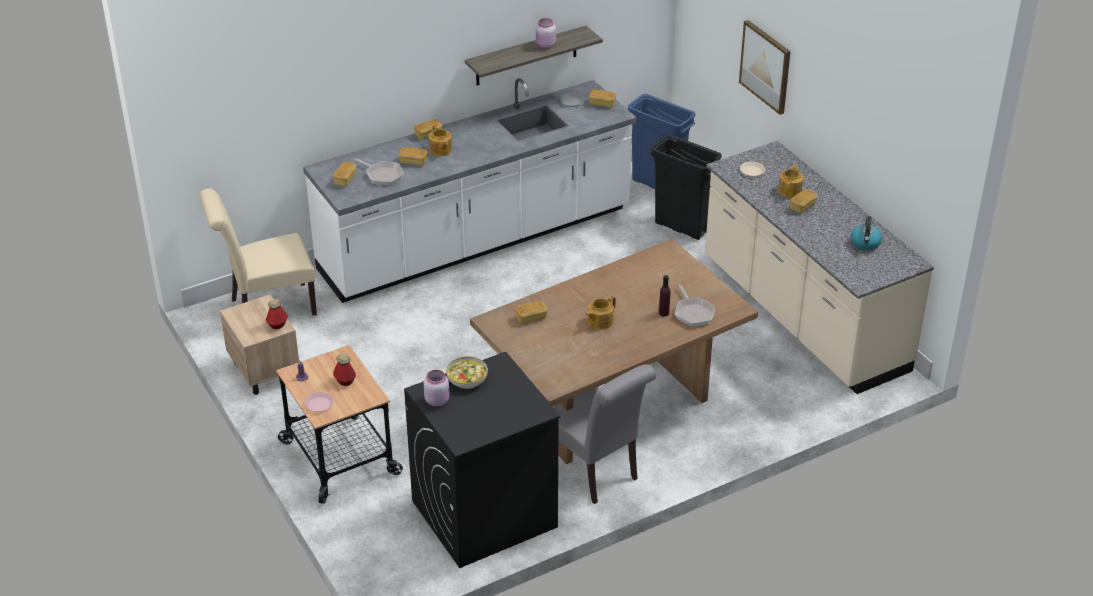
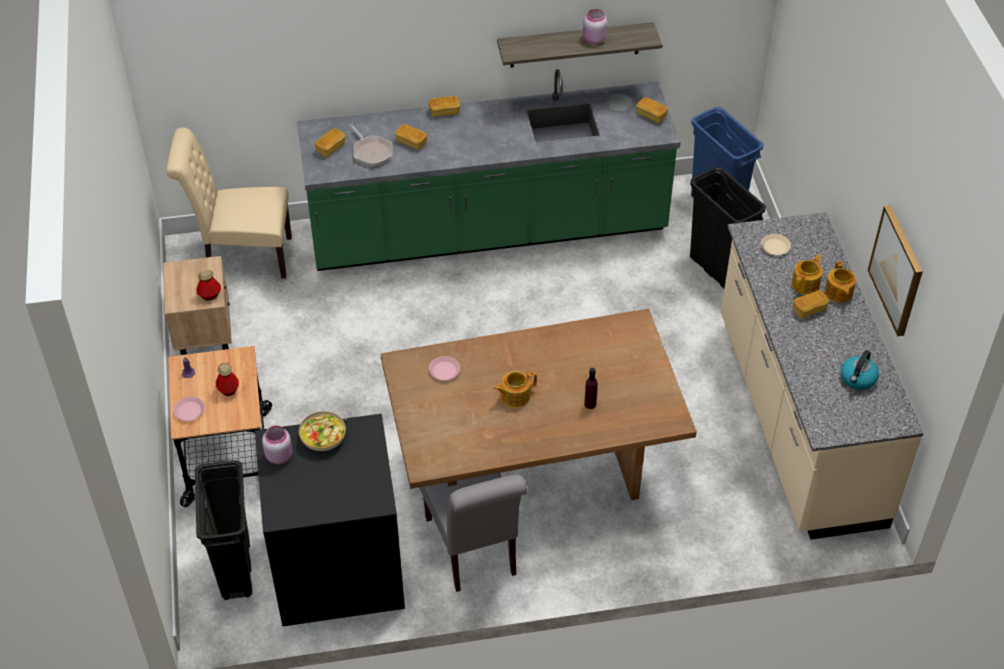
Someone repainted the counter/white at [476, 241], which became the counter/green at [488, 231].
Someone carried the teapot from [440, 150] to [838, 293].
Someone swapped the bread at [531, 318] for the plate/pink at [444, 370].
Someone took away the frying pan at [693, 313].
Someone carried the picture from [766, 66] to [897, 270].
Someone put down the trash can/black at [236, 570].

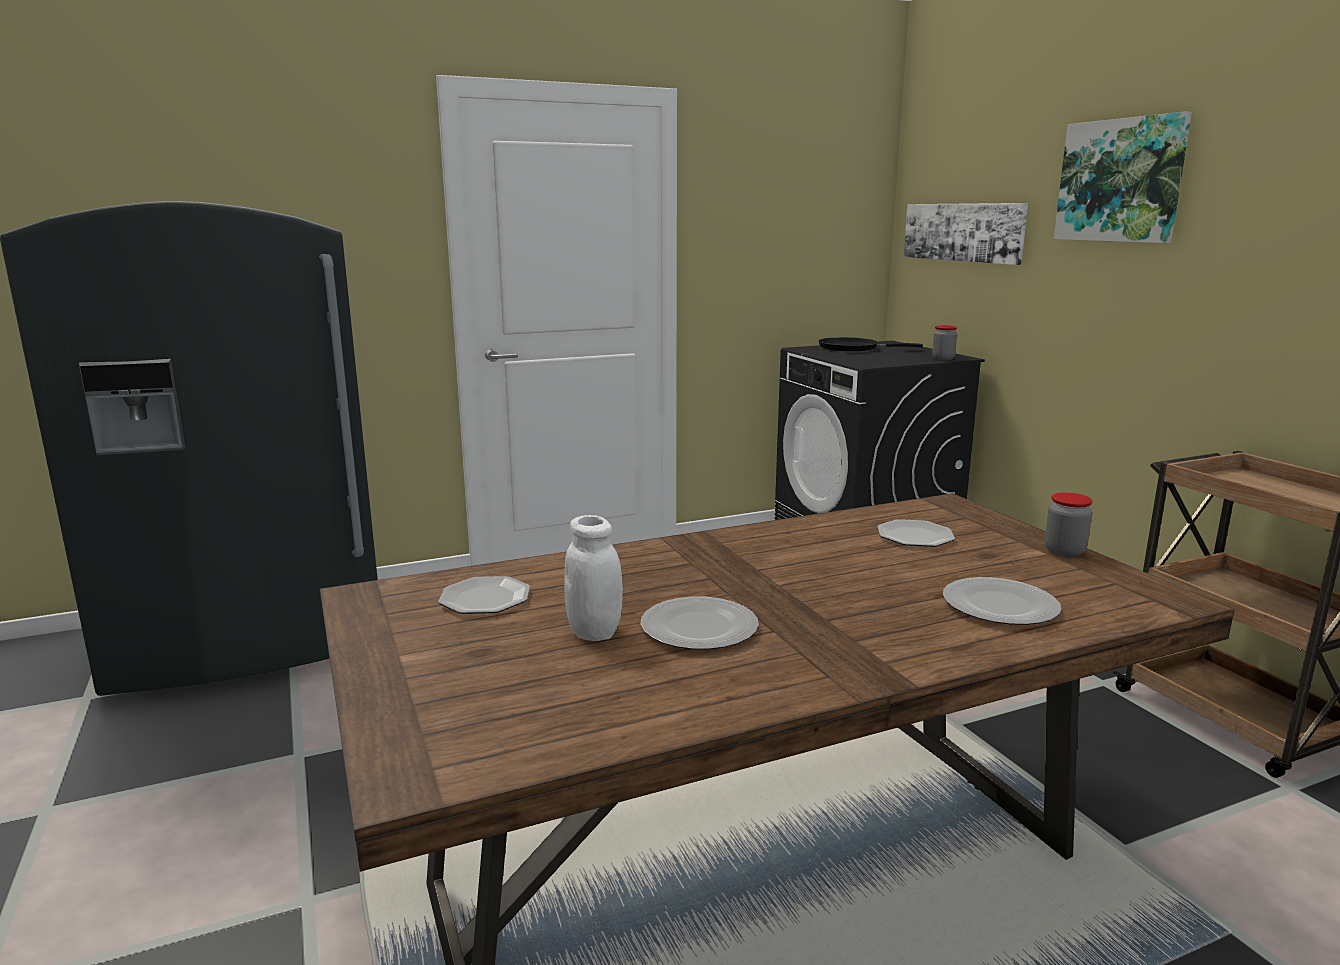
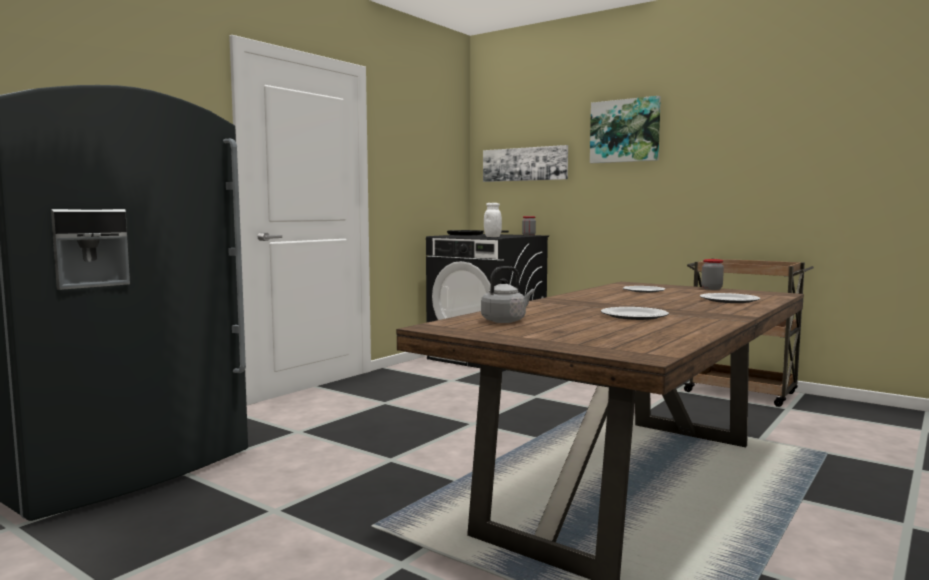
Someone swapped the plate at [486, 598] for the kettle/grey at [505, 321].
Someone carried the jar/white from [594, 632] to [492, 237].

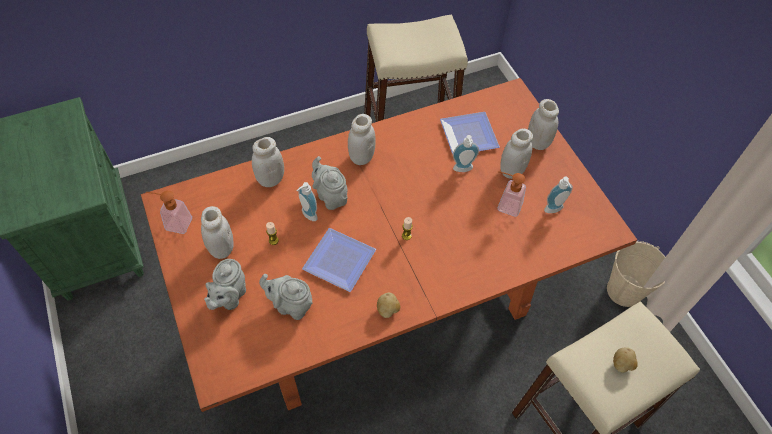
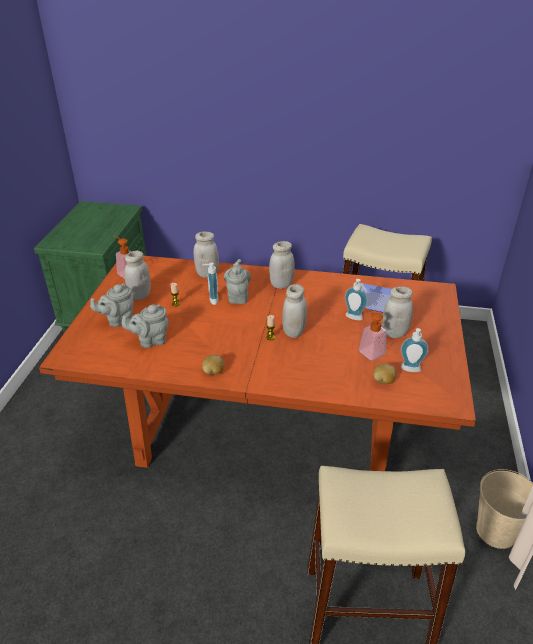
Someone rotated the teapot/grey at [291, 305] by 75 degrees counterclockwise.
Someone took away the plate at [337, 261].
Someone carried the jar/white from [538, 142] to [294, 332].
Someone carried the potato from [621, 364] to [383, 381].

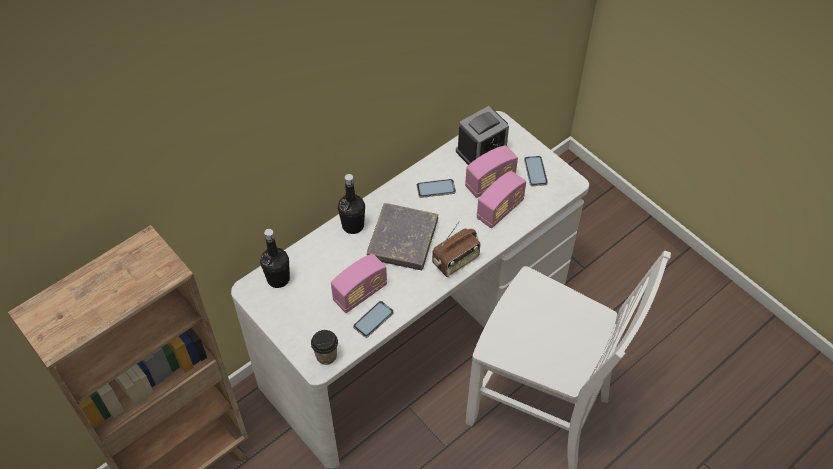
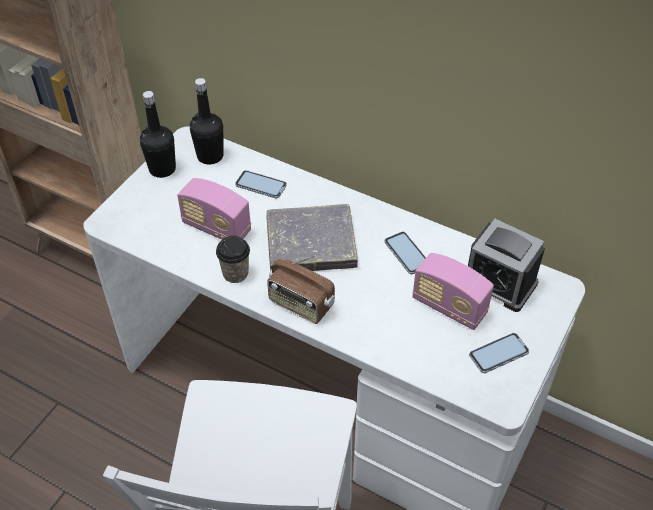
Someone carried the cup from [326, 356] to [235, 273].
Someone carried the bottle/black from [353, 225] to [162, 169].
Someone carried the phone from [373, 319] to [261, 185].
Someone took away the radio at [500, 210].

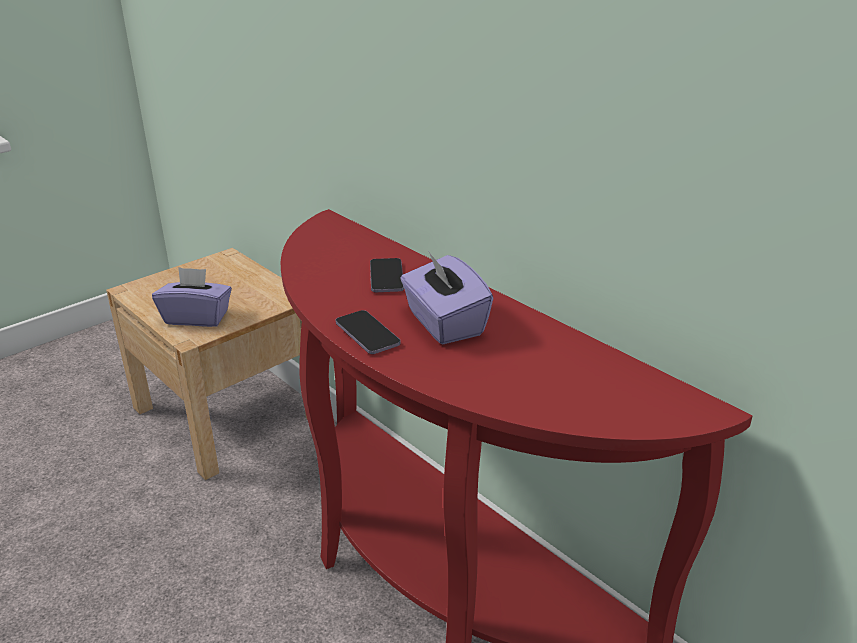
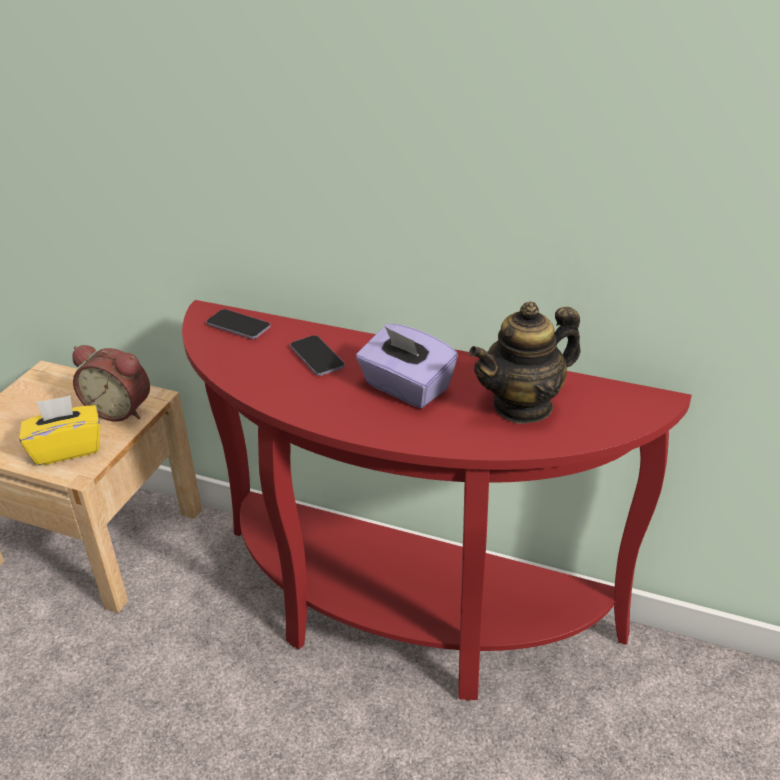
Someone repainted the tissue box/purple at [197, 317], which became the tissue box/yellow at [67, 449].
Someone carried the phone from [367, 334] to [238, 326].
Someone put down the alarm clock at [121, 409].
Someone put down the teapot at [523, 405].

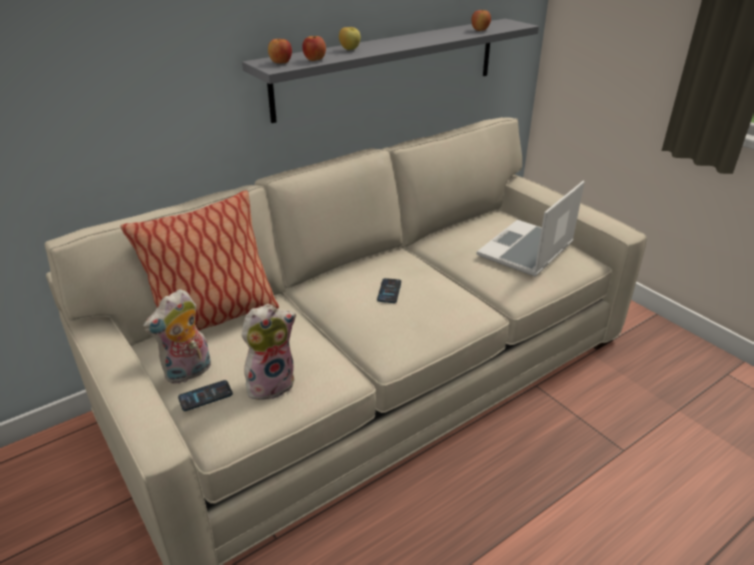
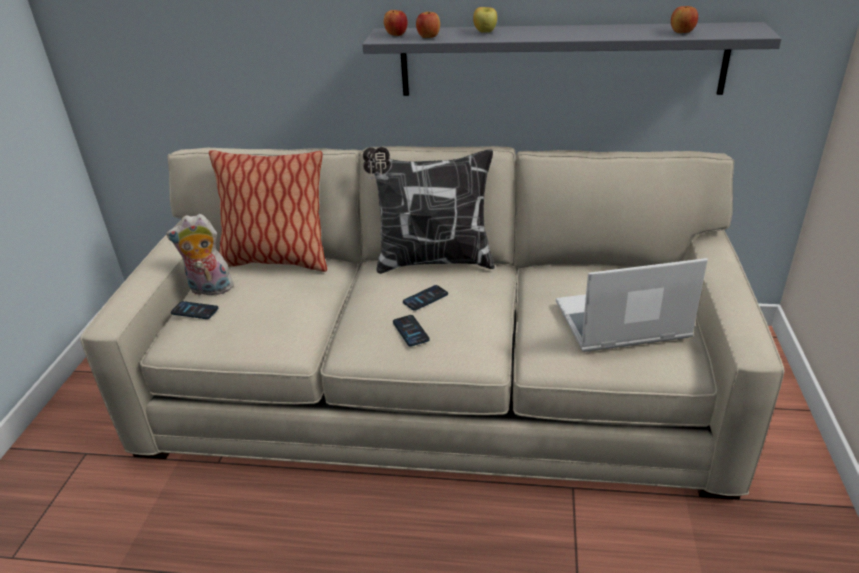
Someone took away the plush toy at [271, 383].
Someone put down the pillow at [432, 261].
Someone put down the phone at [410, 331].

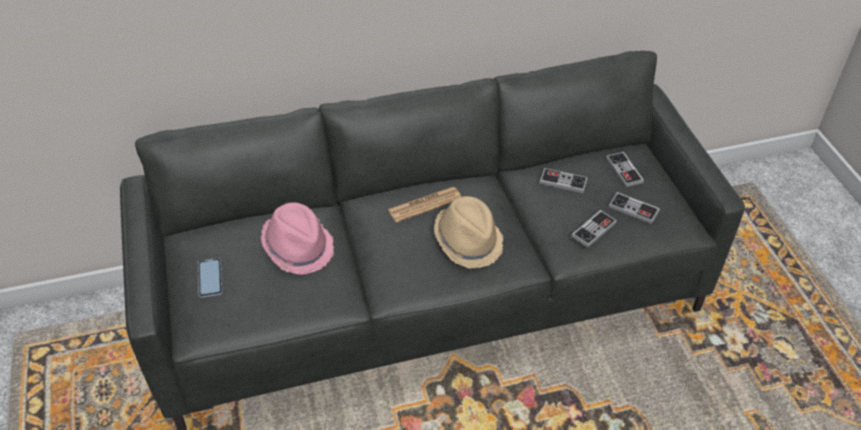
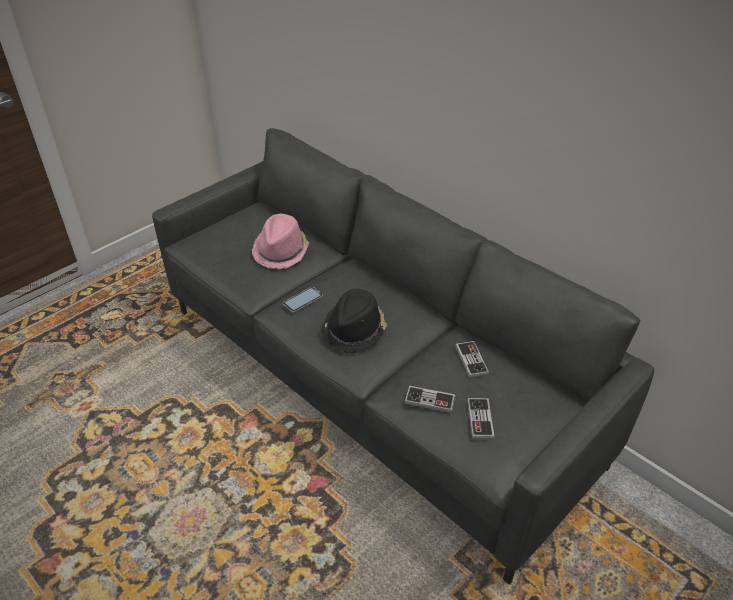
Someone carried the phone from [210, 278] to [302, 300].
Someone took away the newspaper at [425, 205].
Someone repainted the hat/beige at [468, 241], which became the hat/black at [355, 330].
Someone took away the game controller at [624, 170].

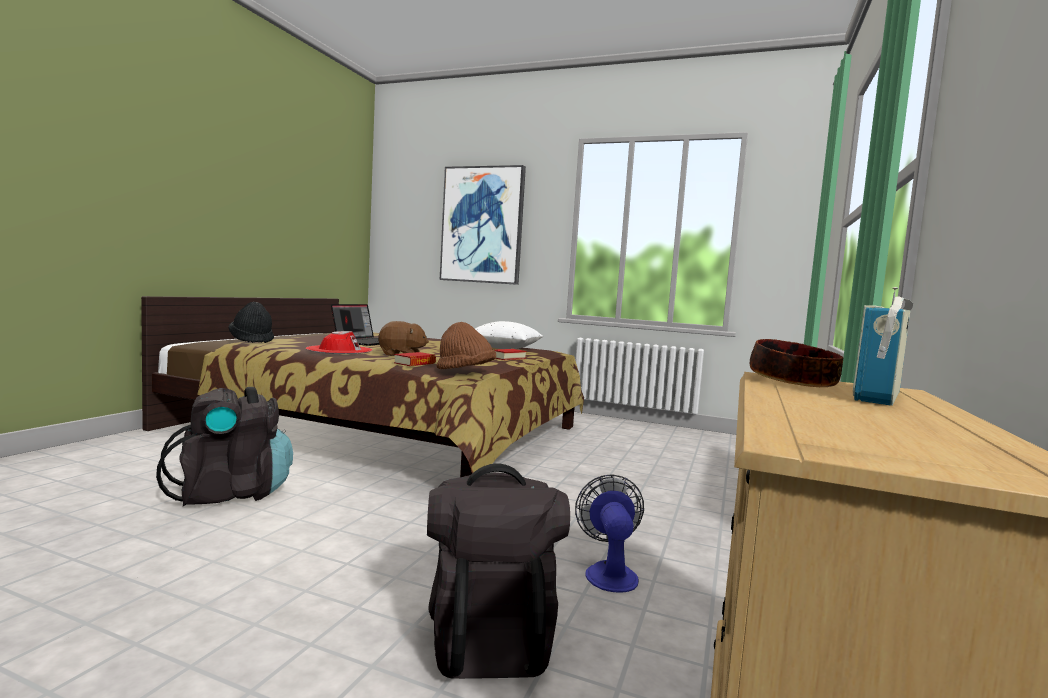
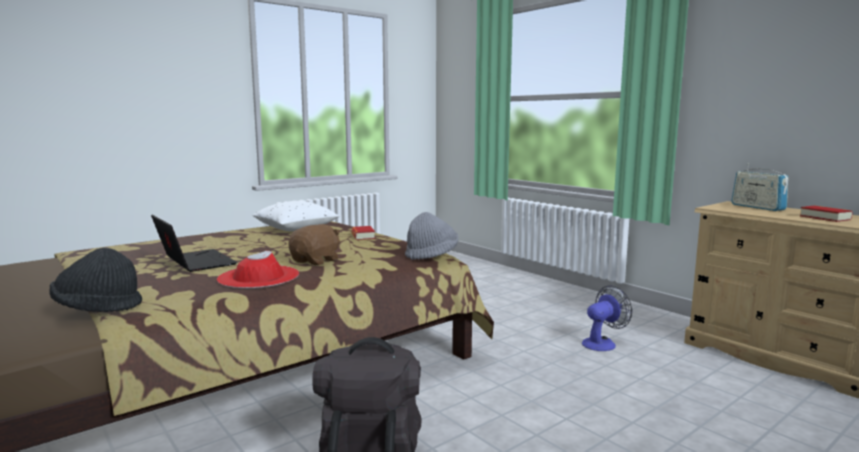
Someone carried the book from [415, 363] to [825, 218].
Someone took away the backpack/black at [489, 636].
Someone repainted the hat/brown at [465, 371], which became the hat/grey at [431, 255].
Someone took away the picture at [482, 225].
Someone rotated the fan at [609, 572] by 120 degrees clockwise.
Someone took away the bowl at [792, 382].

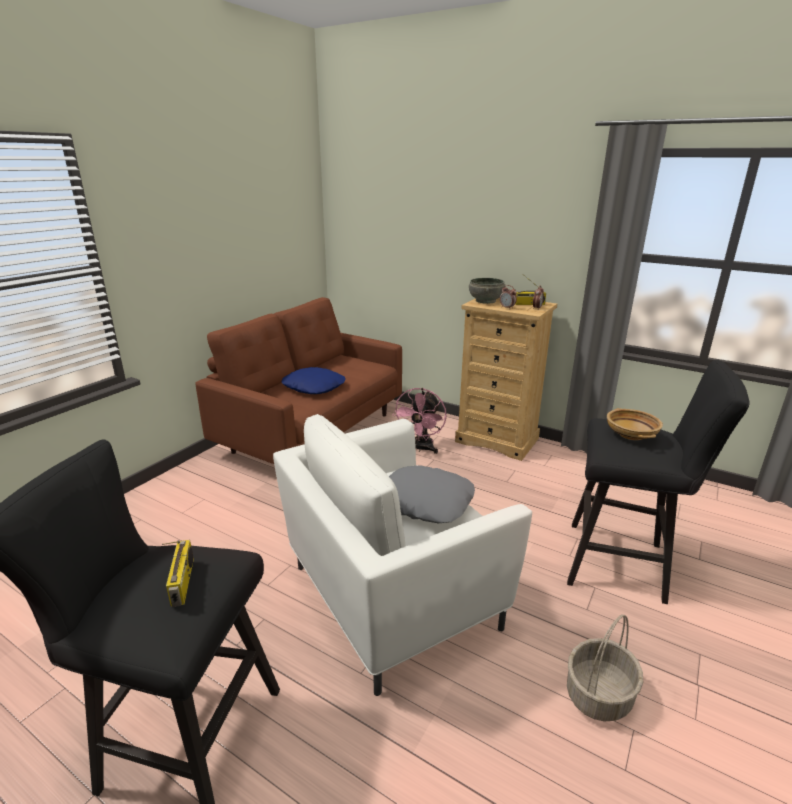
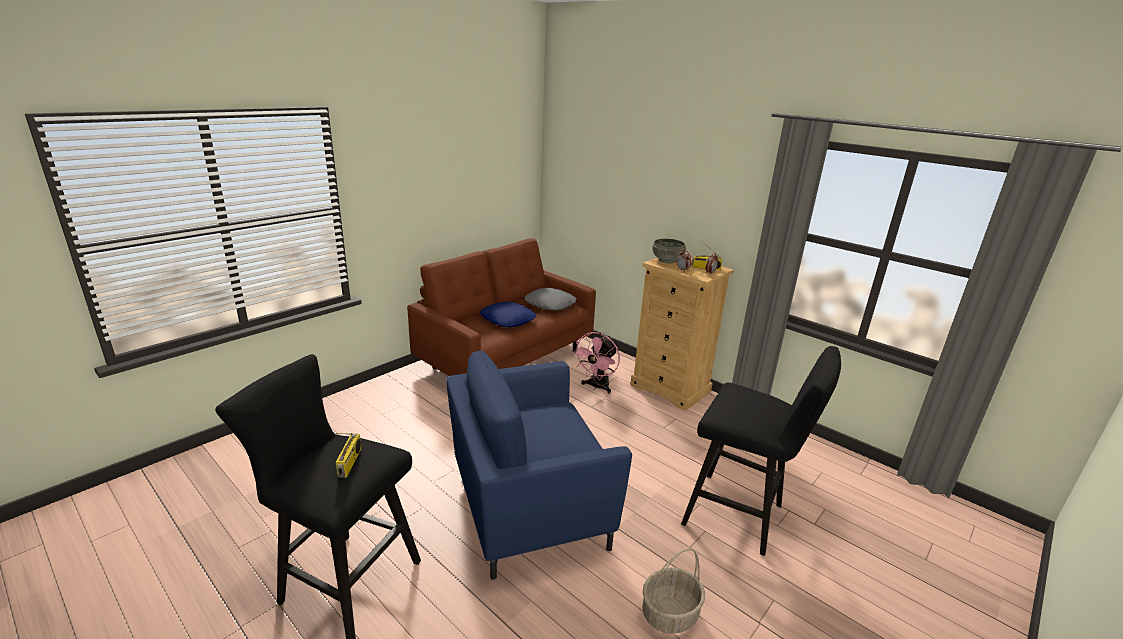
Someone repainted the armchair/white at [389, 596], which became the armchair/blue at [526, 508].
Someone carried the pillow/grey from [426, 502] to [550, 304].
Someone took away the bowl/beige at [631, 434].

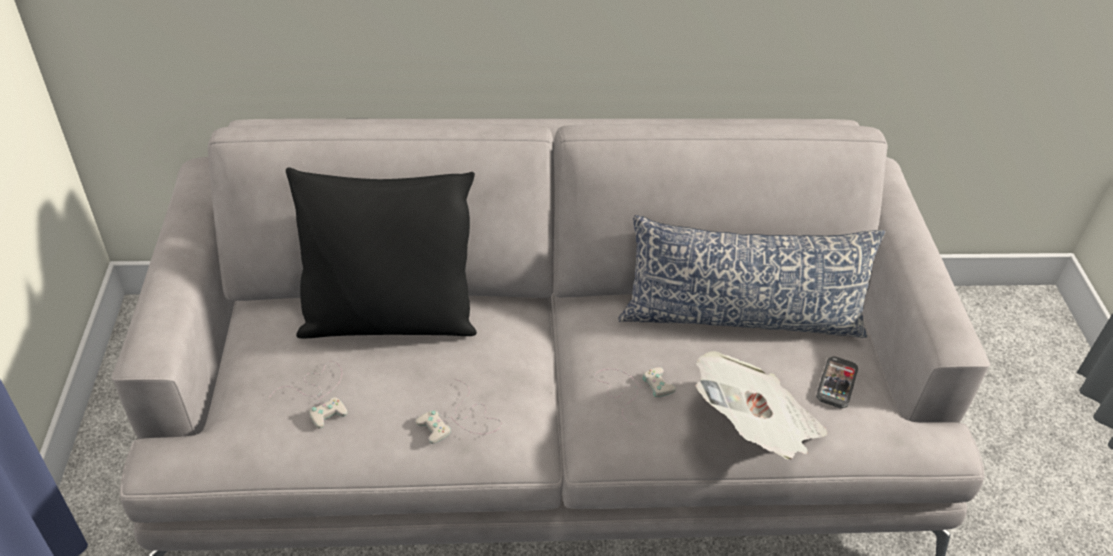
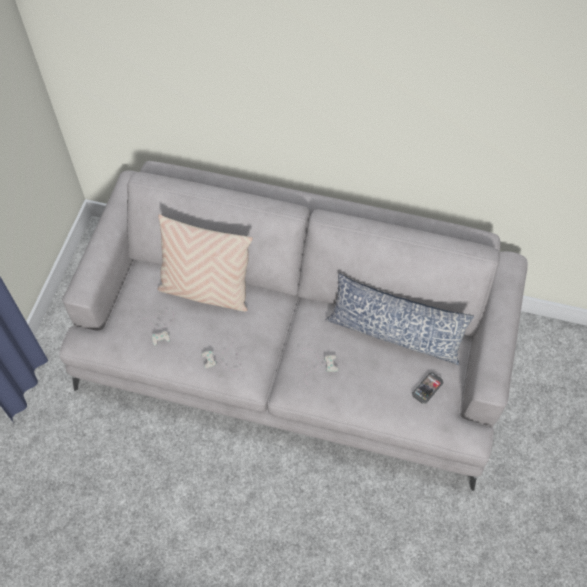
Someone repainted the pillow/black at [389, 321], which became the pillow/beige at [206, 291].
Someone took away the newspaper at [755, 428].

